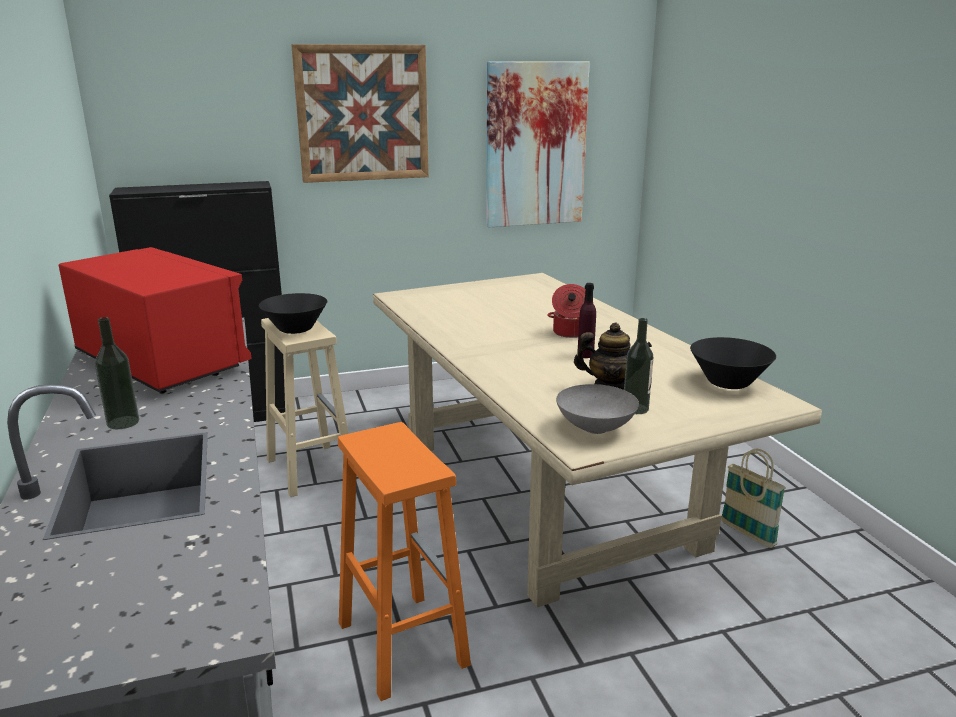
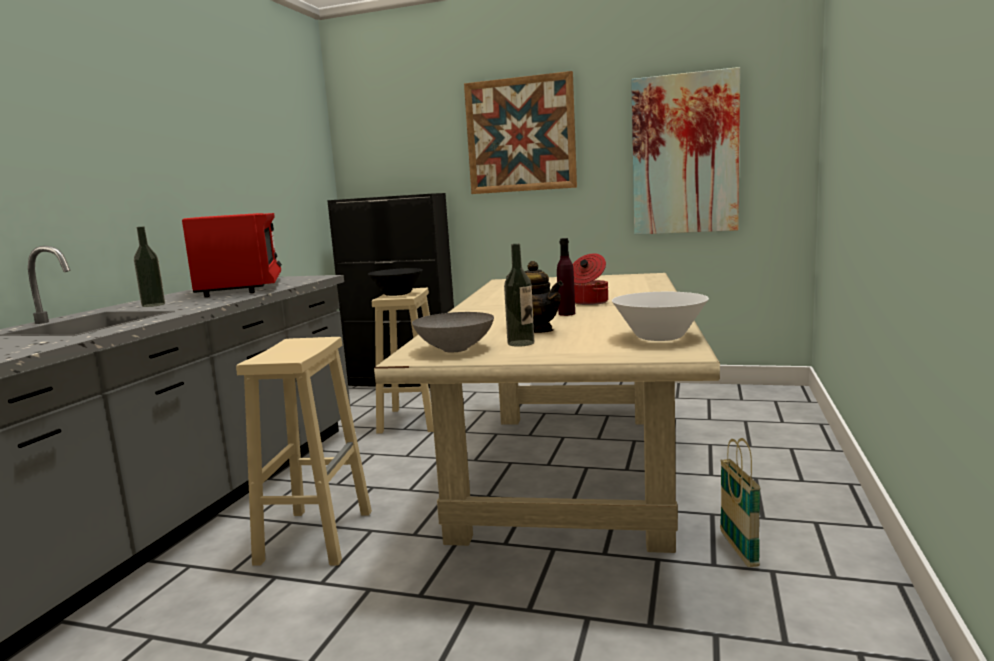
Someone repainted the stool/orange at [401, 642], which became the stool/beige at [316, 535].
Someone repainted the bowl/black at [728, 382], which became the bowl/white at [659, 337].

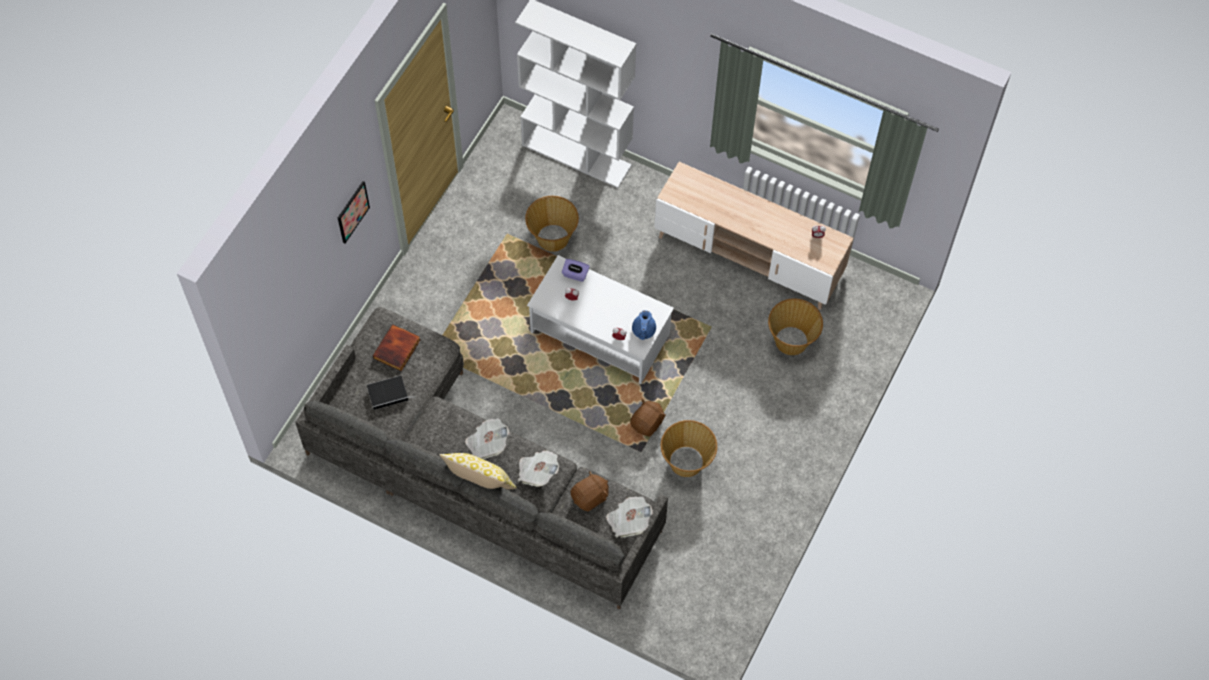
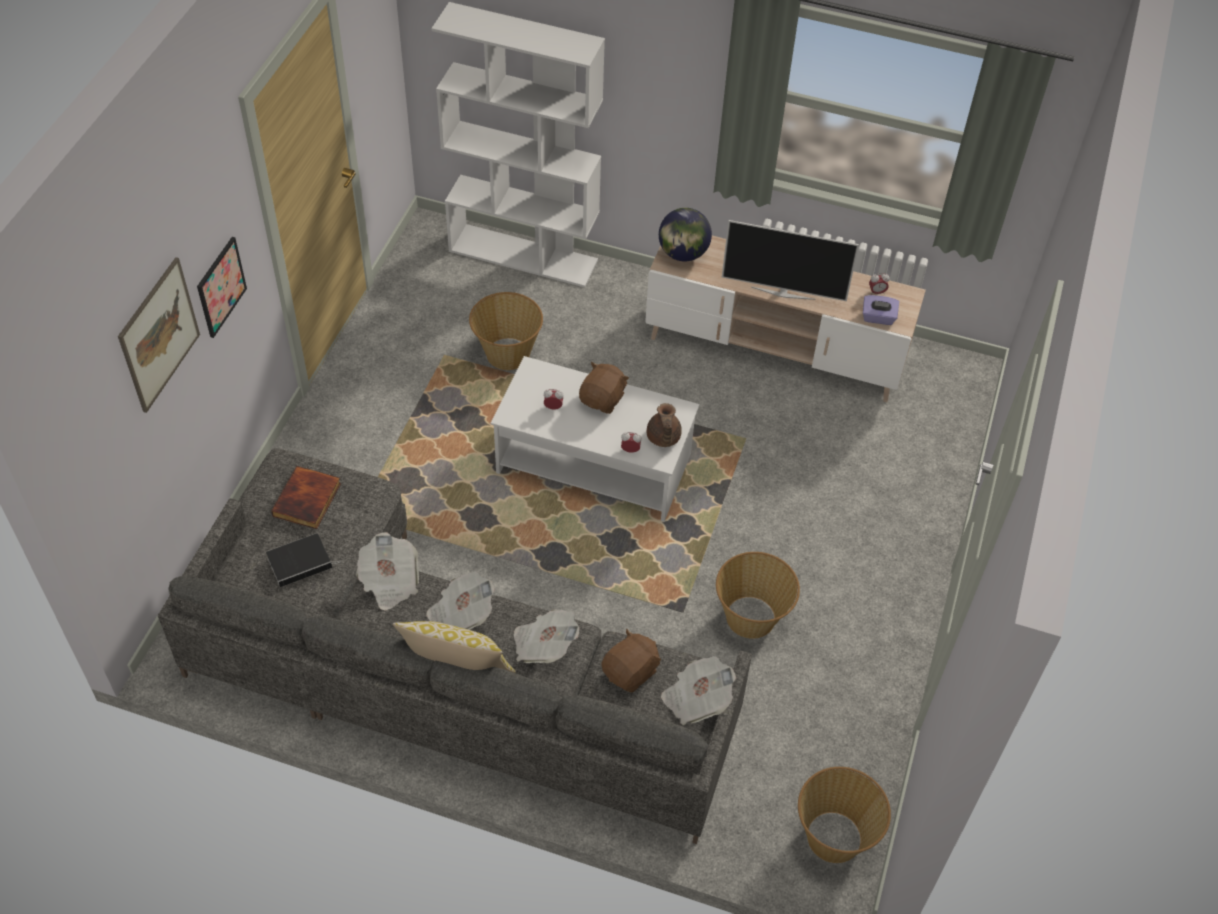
Someone carried the tissue box/purple from [575, 274] to [878, 318].
Someone carried the plush toy/brown from [647, 423] to [603, 399].
Someone repainted the teapot/blue at [643, 331], which became the teapot/brown at [663, 438].
Someone carried the basket from [791, 340] to [834, 836].
Someone put up the picture at [159, 335].
Someone put down the newspaper at [389, 581].
Someone put down the globe at [683, 253].
Someone put down the television at [783, 292].

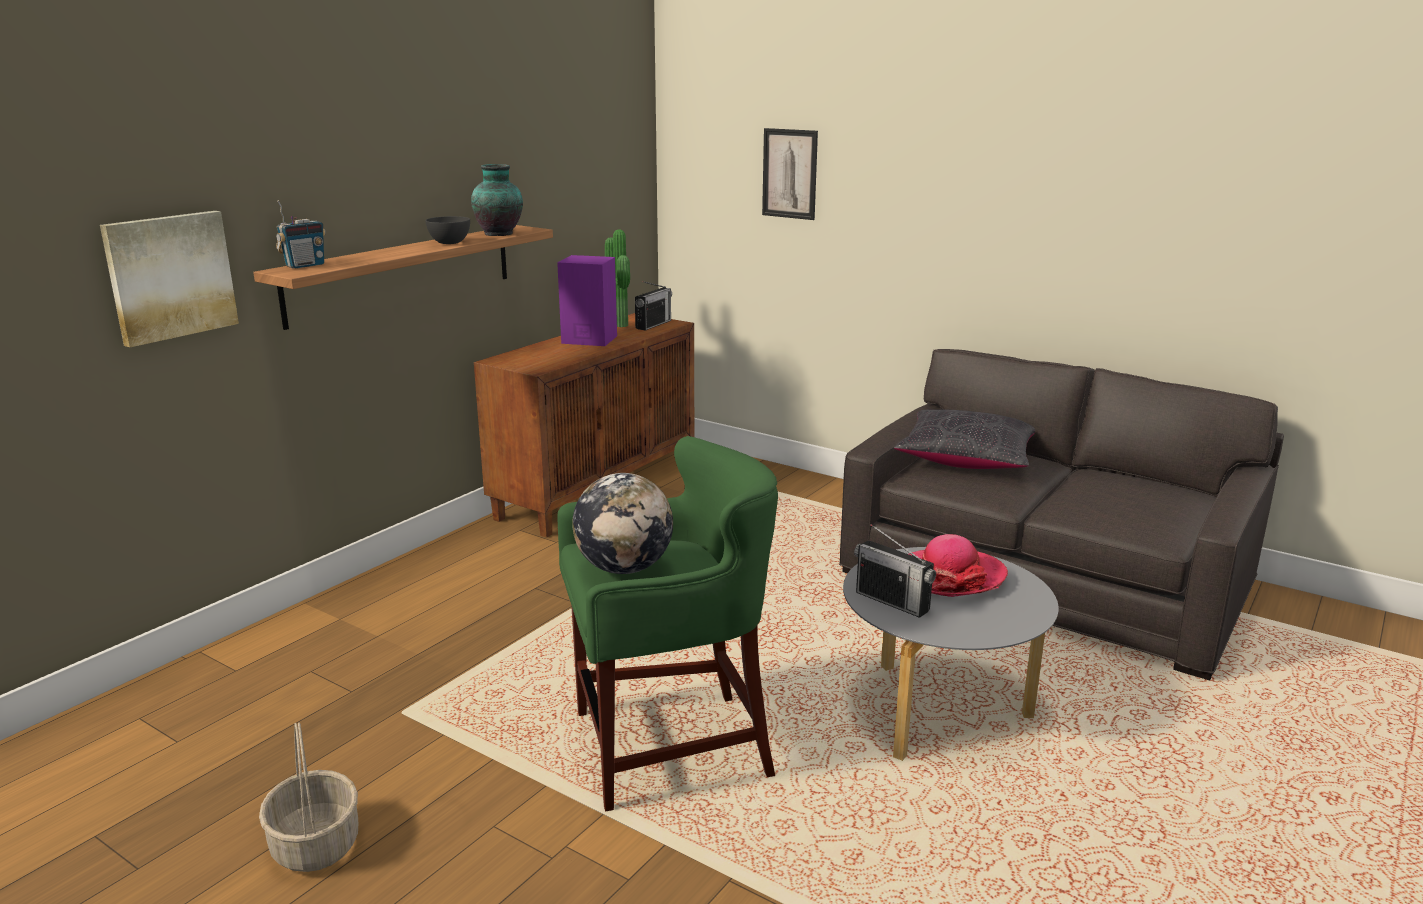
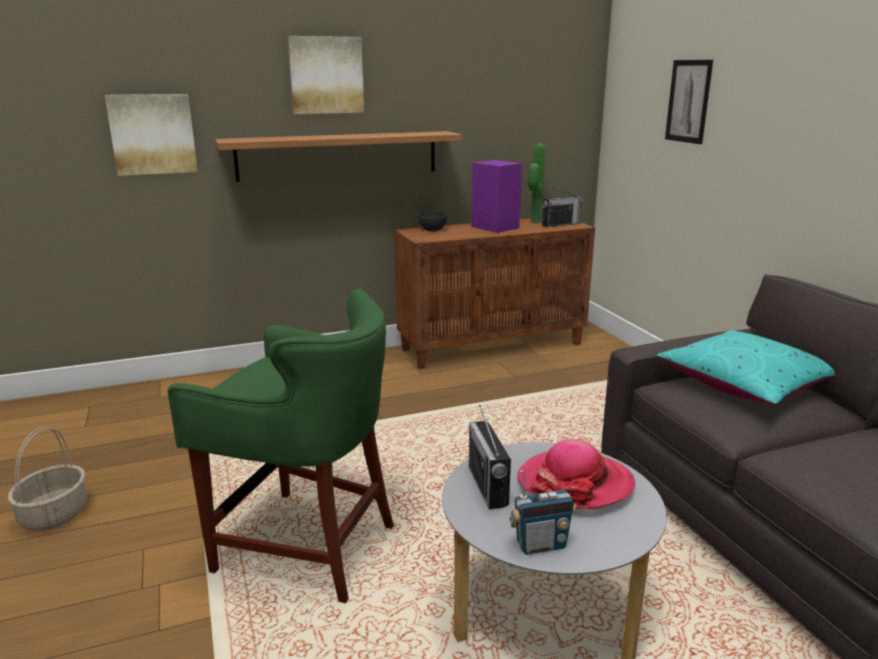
Someone carried the radio from [305, 265] to [540, 545].
Someone carried the bowl/grey from [449, 243] to [432, 230].
Someone took away the vase at [500, 234].
Someone took away the globe at [624, 568].
Someone repainted the pillow/black at [967, 458], which became the pillow/turquoise at [745, 385].
Someone put up the picture at [326, 75].

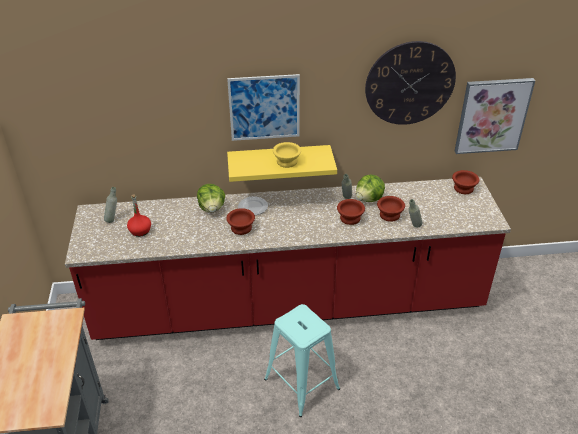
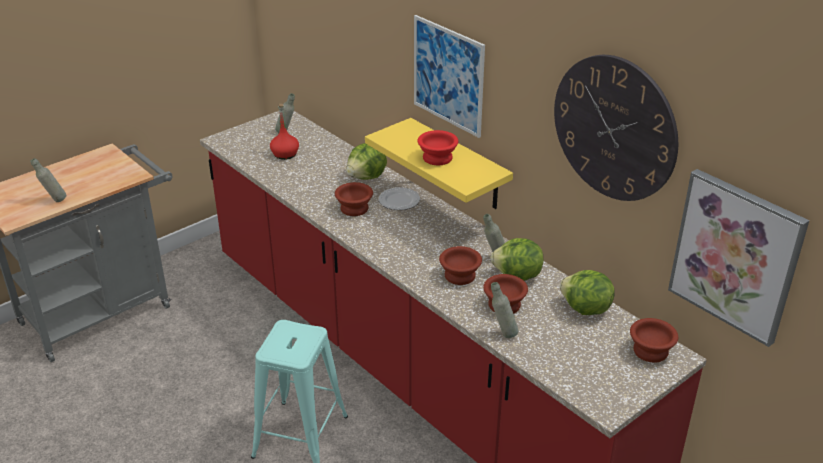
Someone repainted the bowl/yellow at [286, 162], which became the bowl/red at [436, 158].
Someone put down the bottle/grey at [54, 201].
Someone put down the lettuce at [585, 309].

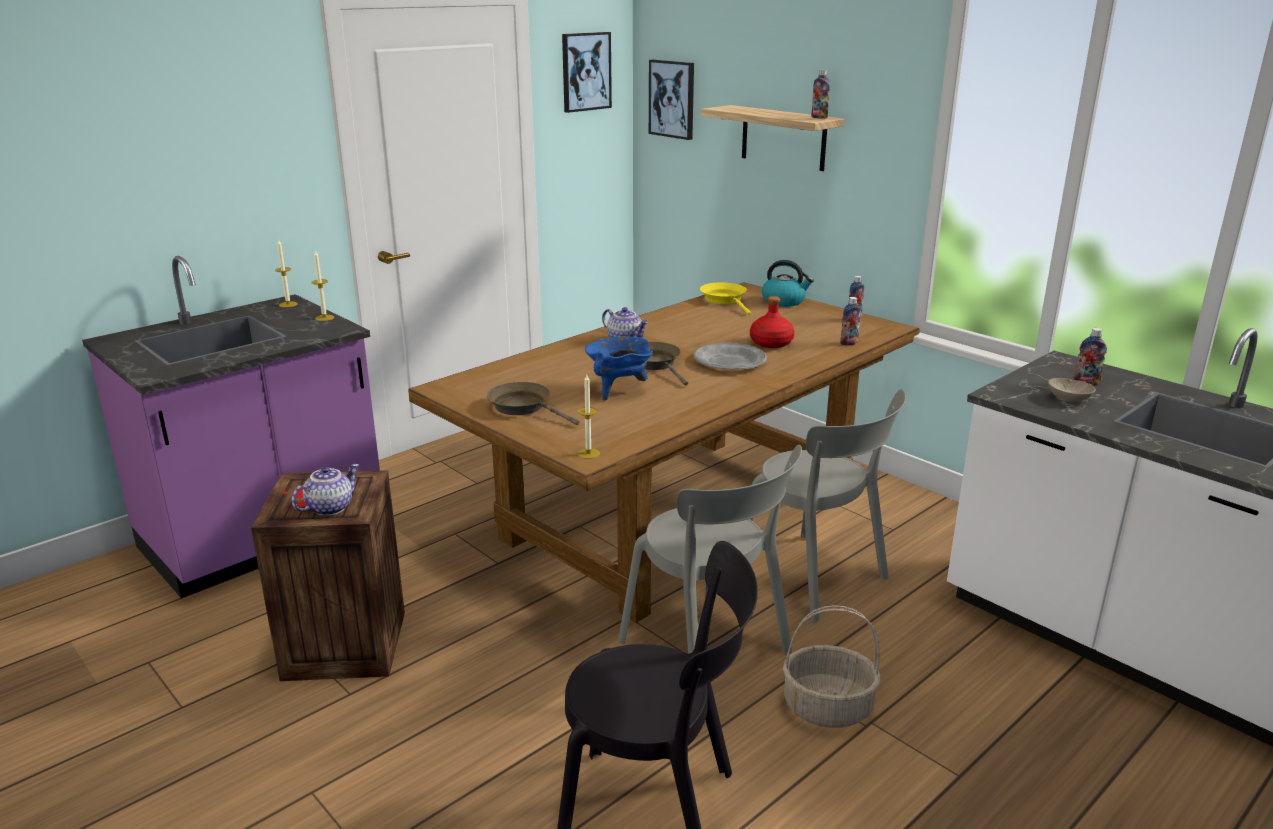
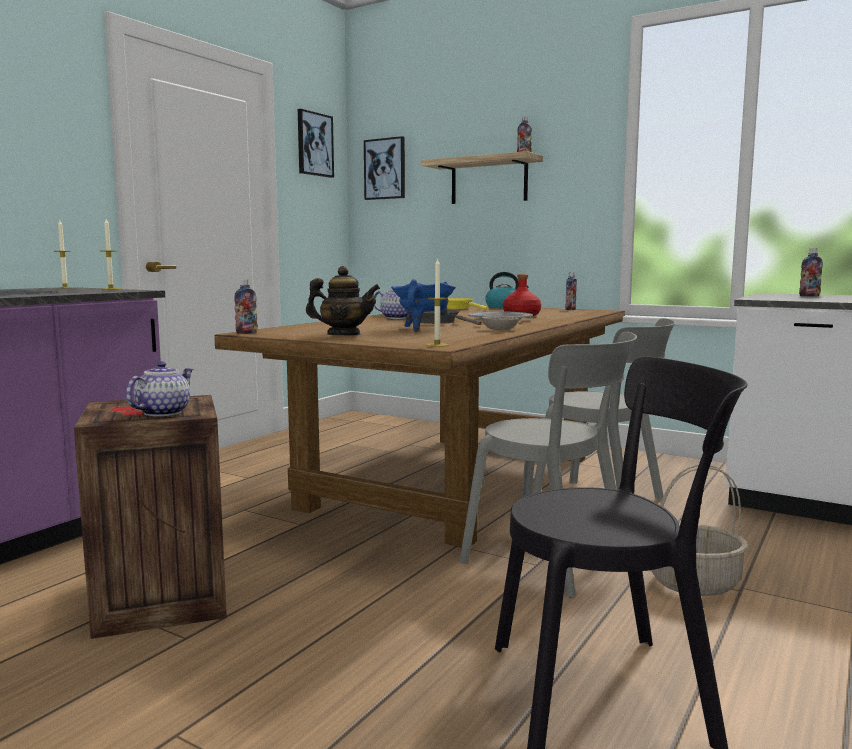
Someone swapped the frying pan/brown at [524, 407] for the teapot at [343, 335].
Someone carried the bottle from [849, 343] to [246, 333].
Someone carried the bowl/beige from [1068, 398] to [499, 330].

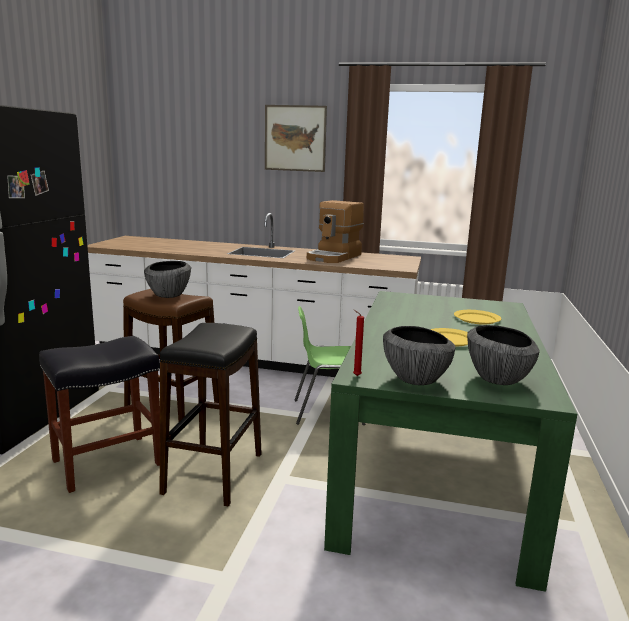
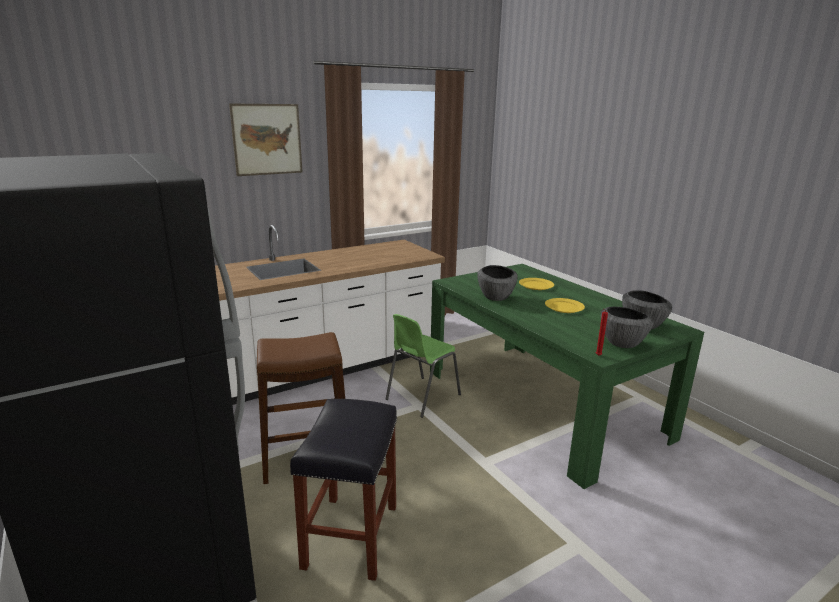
Someone carried the bowl from [168, 295] to [495, 298].
Someone took away the stool/black at [214, 473].
Someone took away the coffee machine at [334, 257].

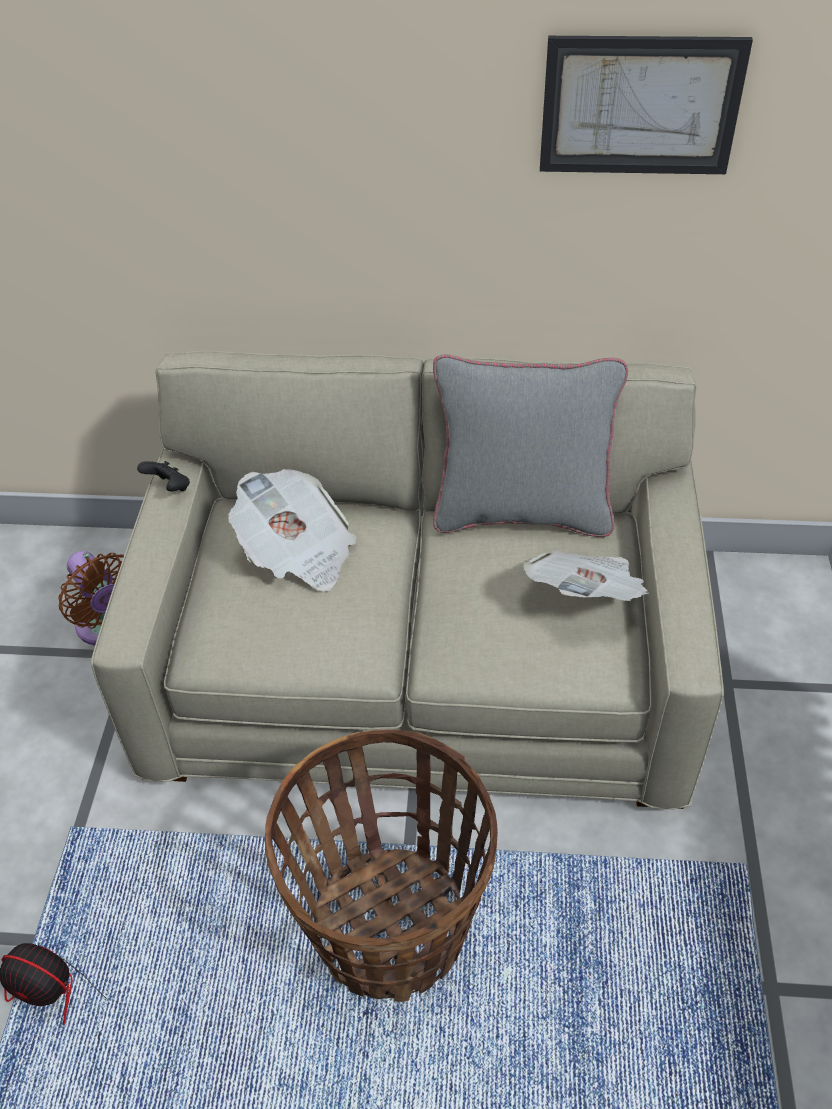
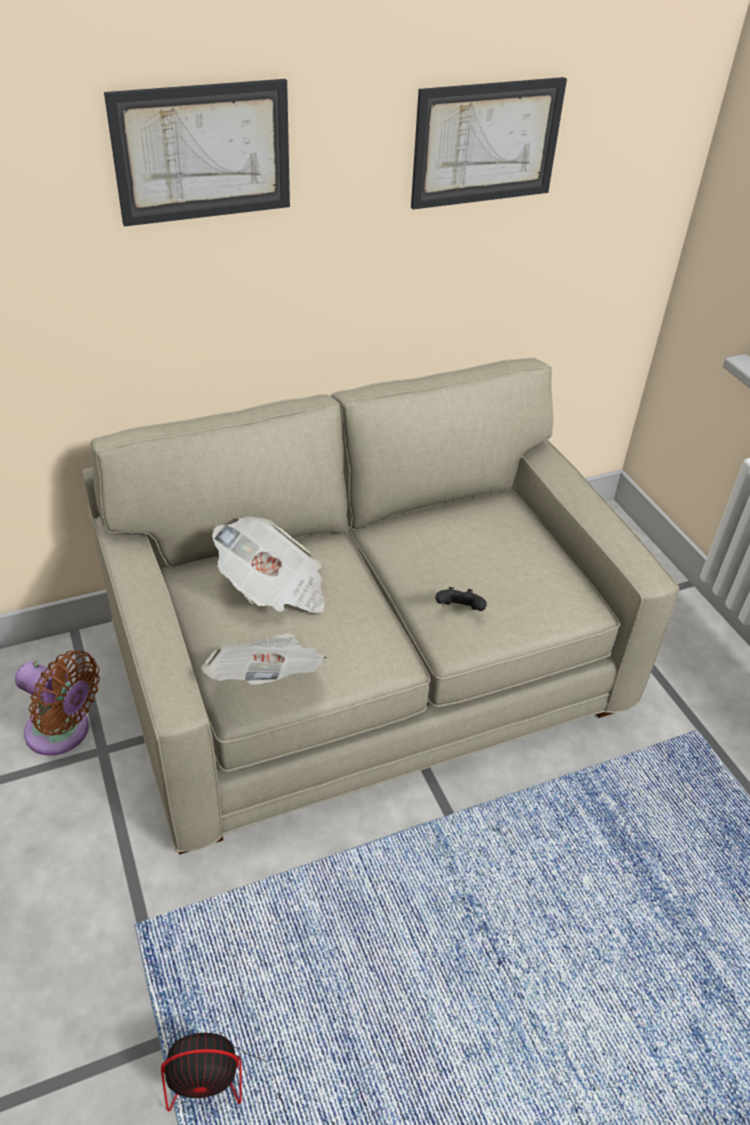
Someone carried the game controller/black from [169, 488] to [459, 611].
Someone took away the basket at [391, 926].
Someone took away the pillow/grey at [521, 512].
Someone carried the newspaper from [586, 596] to [267, 679].
Someone put up the picture at [202, 152].

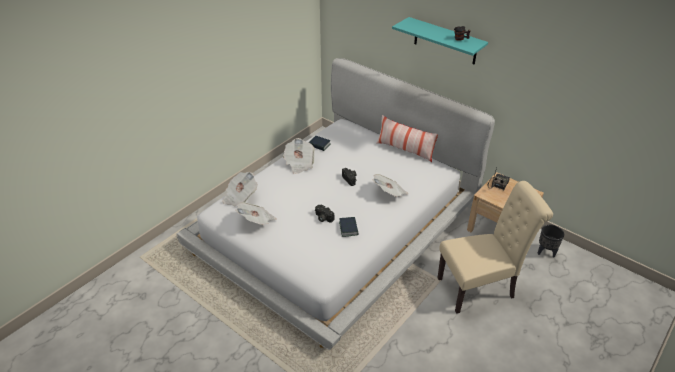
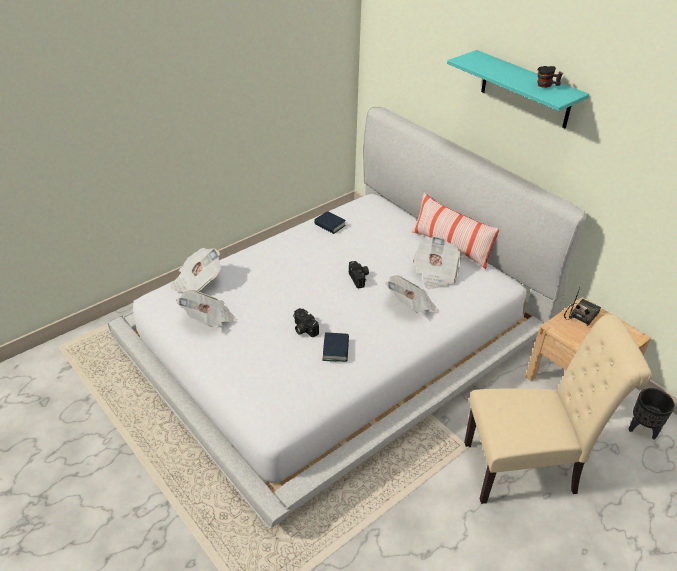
Someone carried the newspaper from [299, 163] to [435, 274].

